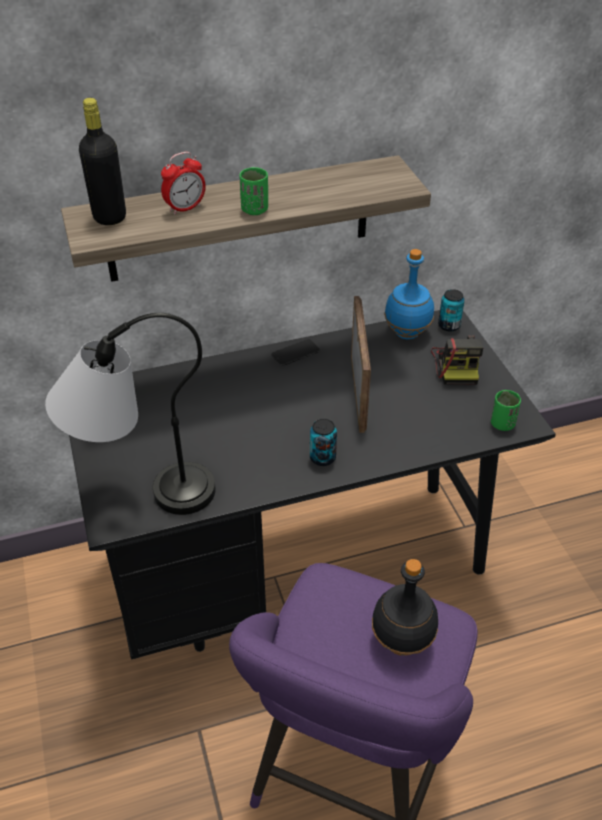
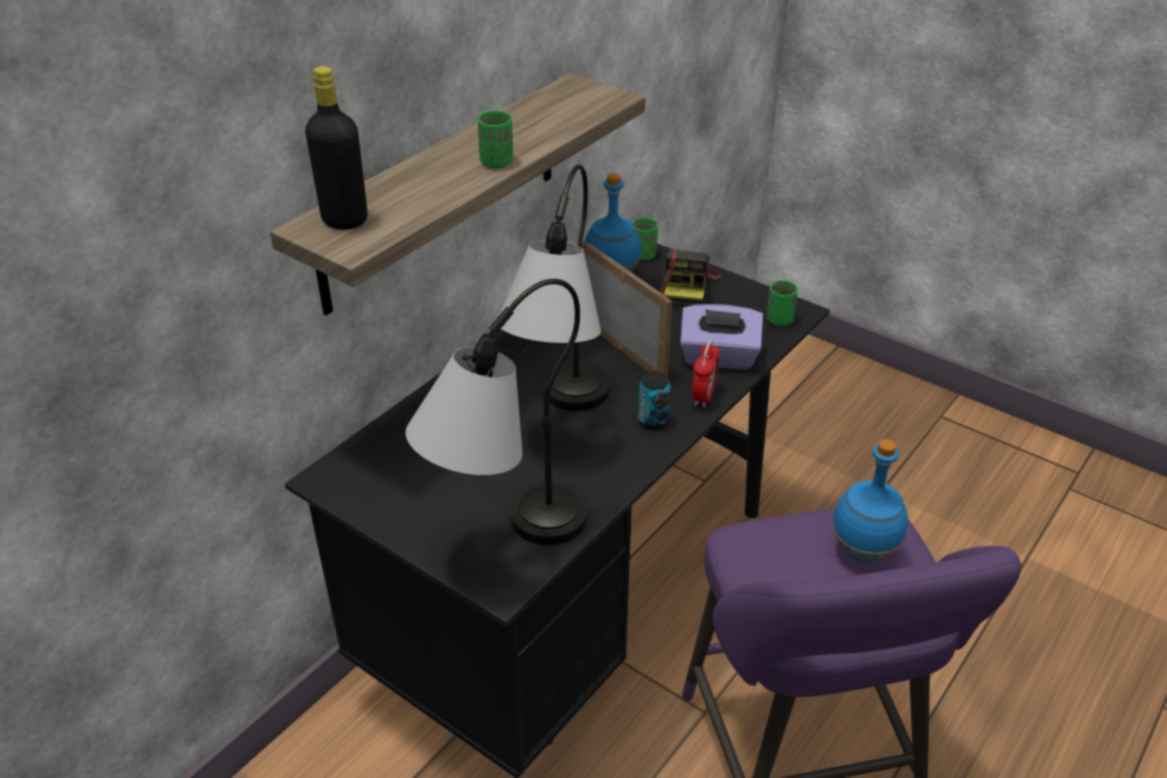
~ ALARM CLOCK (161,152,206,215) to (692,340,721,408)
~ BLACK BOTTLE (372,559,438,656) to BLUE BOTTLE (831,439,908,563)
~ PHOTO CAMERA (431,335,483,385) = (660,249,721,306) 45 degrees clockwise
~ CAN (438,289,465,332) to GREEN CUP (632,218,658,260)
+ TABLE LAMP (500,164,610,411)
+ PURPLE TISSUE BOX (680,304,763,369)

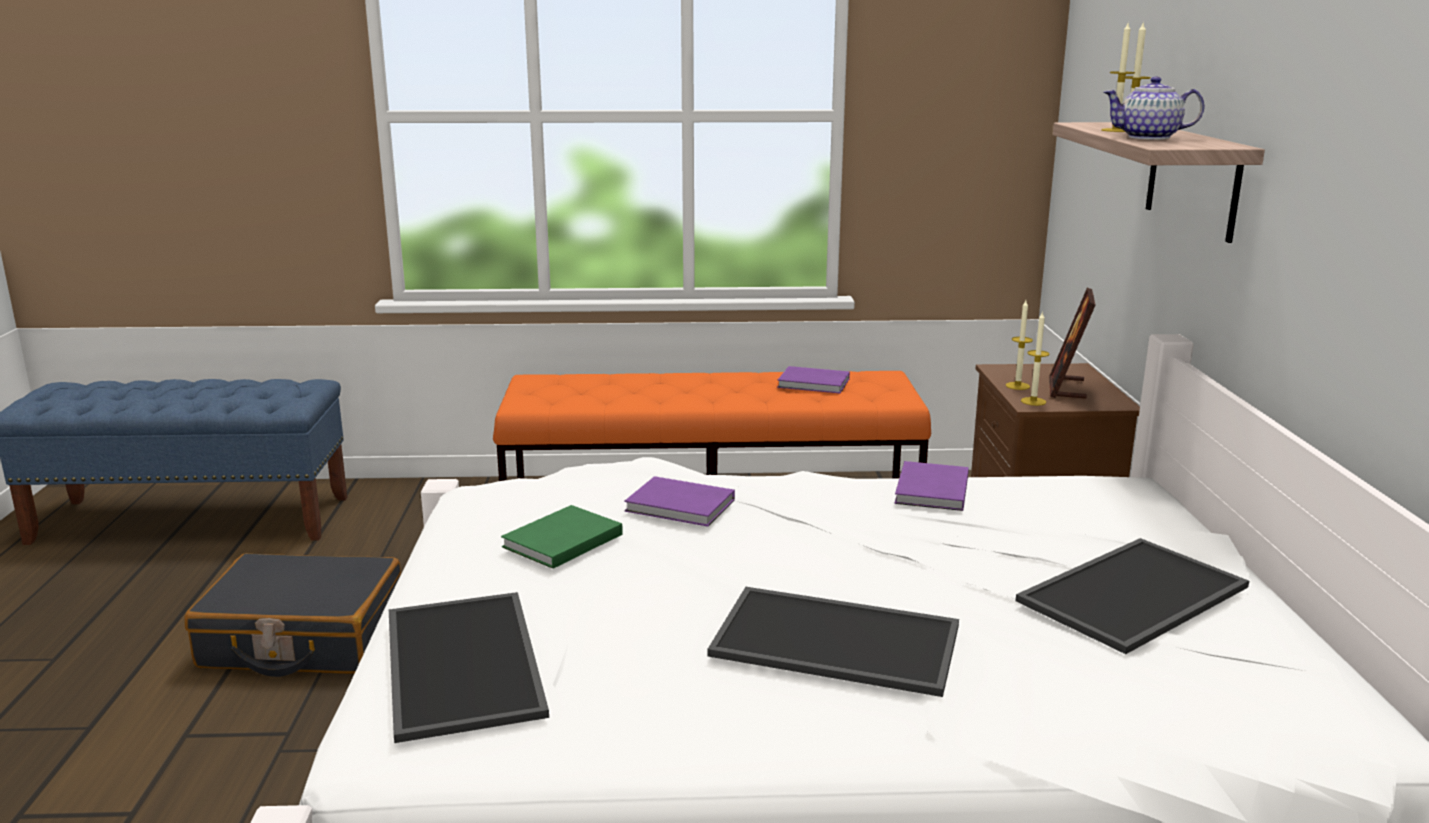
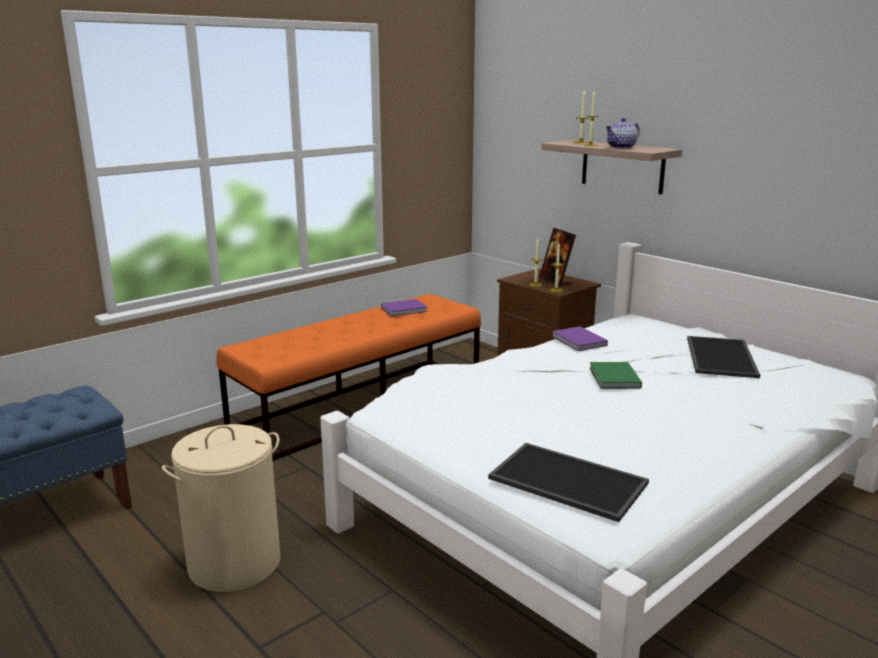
~ BLACK SUITCASE (184,553,401,677) to BEIGE LAUNDRY BASKET (162,424,281,592)
~ GREEN BOOK (501,505,623,569) to (590,362,642,389)
- PURPLE BOOK (624,476,735,527)
- TRAY (707,587,959,697)

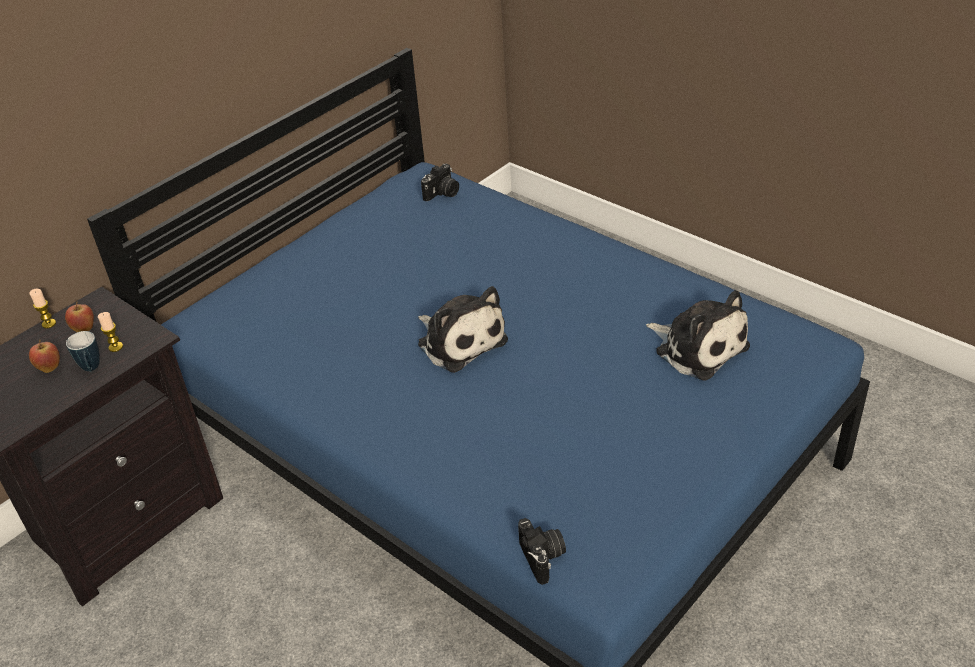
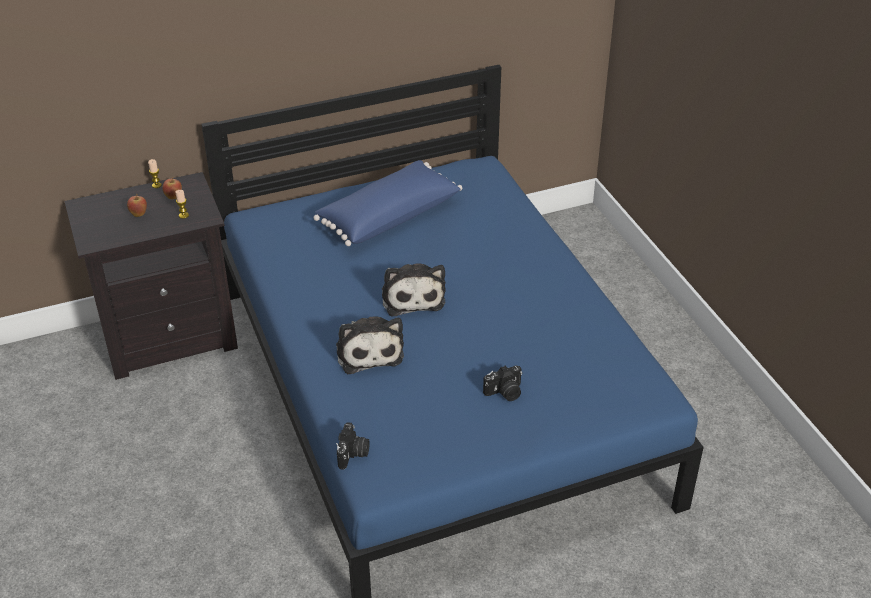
- MUG (66,331,100,372)
~ PHOTO CAMERA (421,164,459,201) to (483,365,523,401)
~ PLUSH TOY (646,290,750,381) to (336,316,404,374)
+ BLUE PILLOW (314,160,462,246)

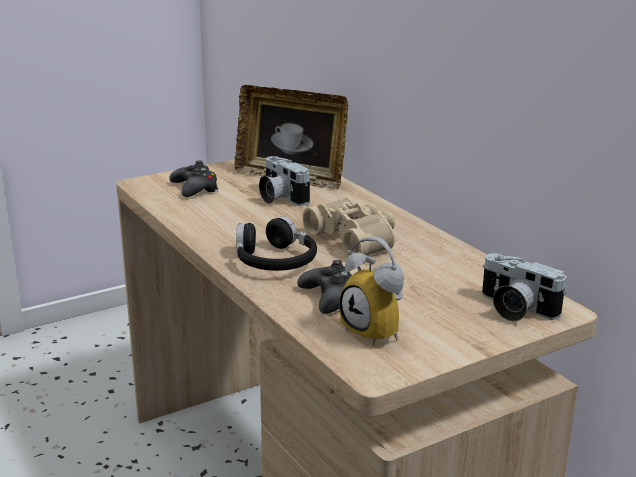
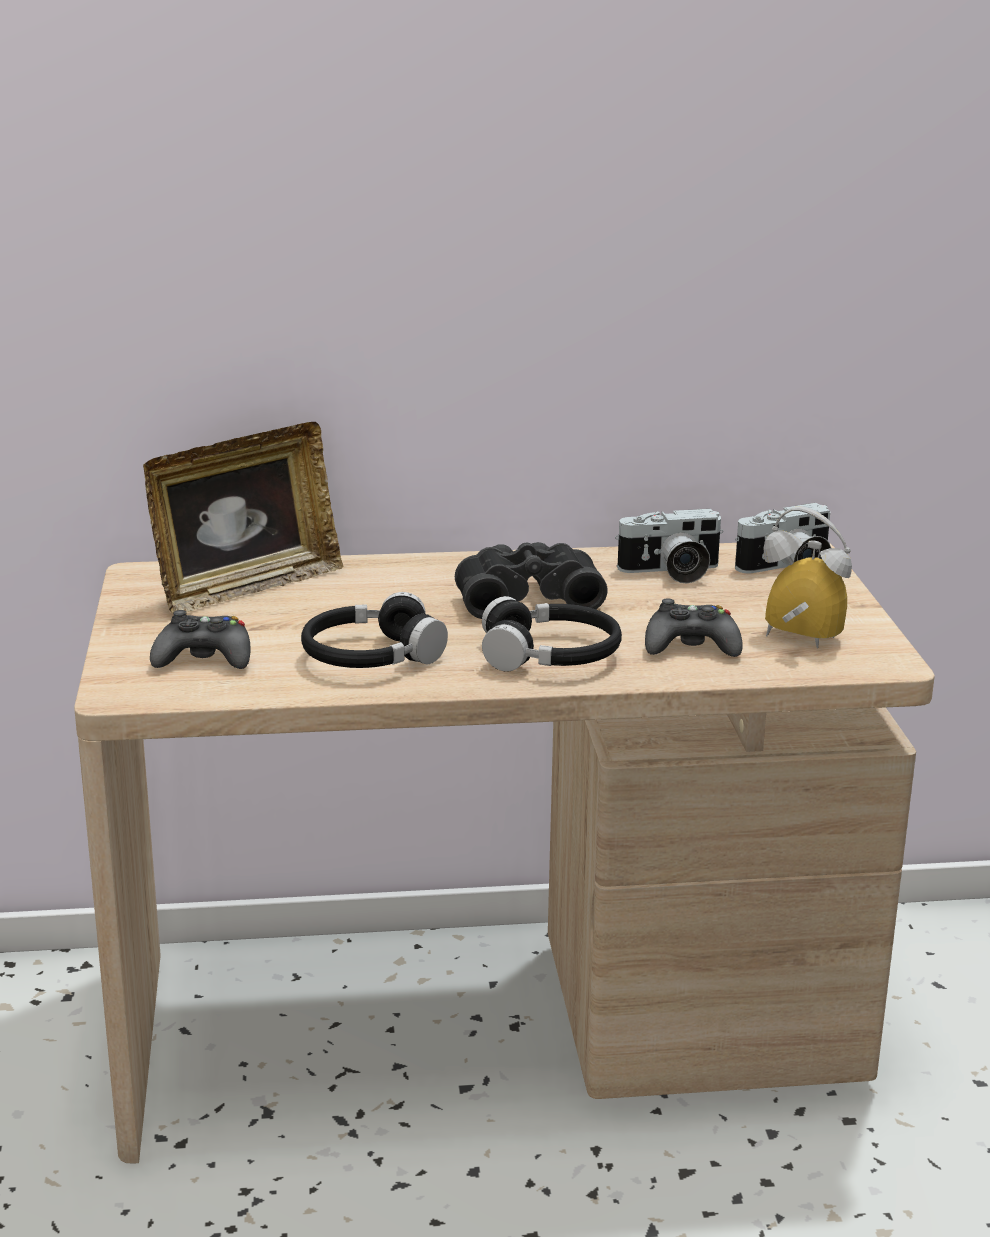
~ PHOTO CAMERA (259,156,310,206) to (615,509,723,583)
~ BEIGE BINOCULARS (302,198,395,257) to BLACK BINOCULARS (455,542,608,619)
~ ALARM CLOCK (339,236,404,346) = (764,506,852,649) 135 degrees counterclockwise
+ BLACK HEADPHONES (301,592,448,668)

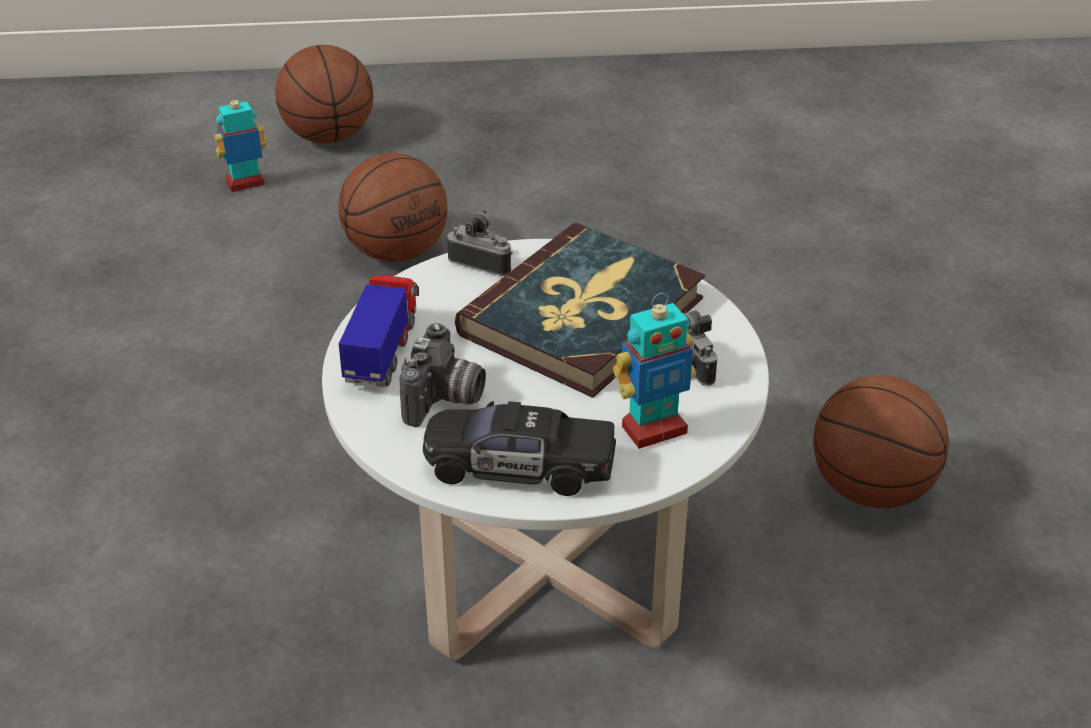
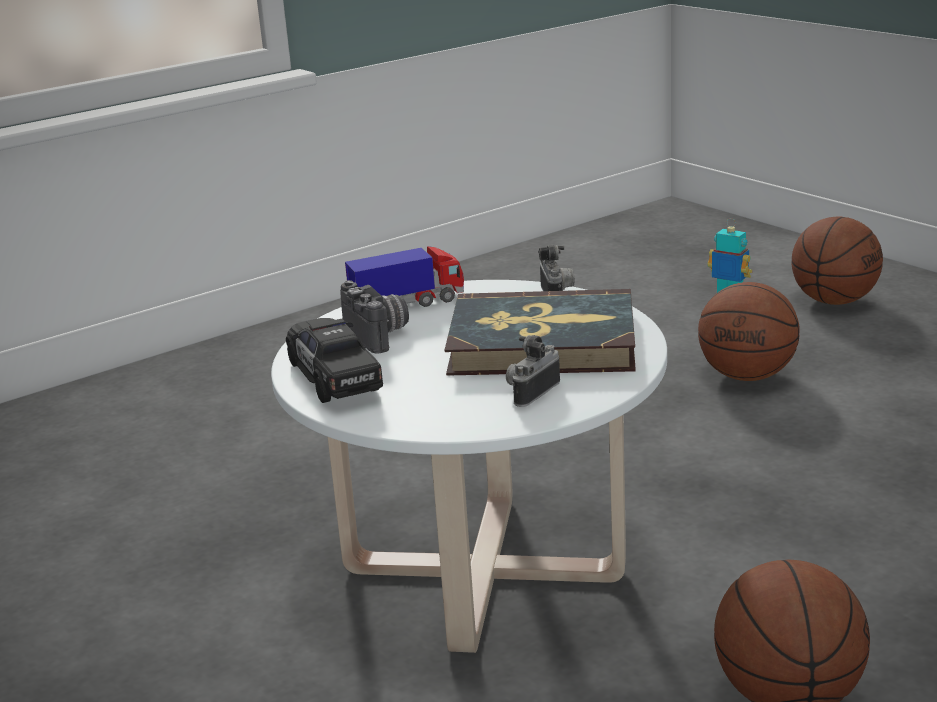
~ PHOTO CAMERA (400,323,486,427) = (340,280,409,353) 105 degrees counterclockwise
- TOY ROBOT (613,293,696,449)

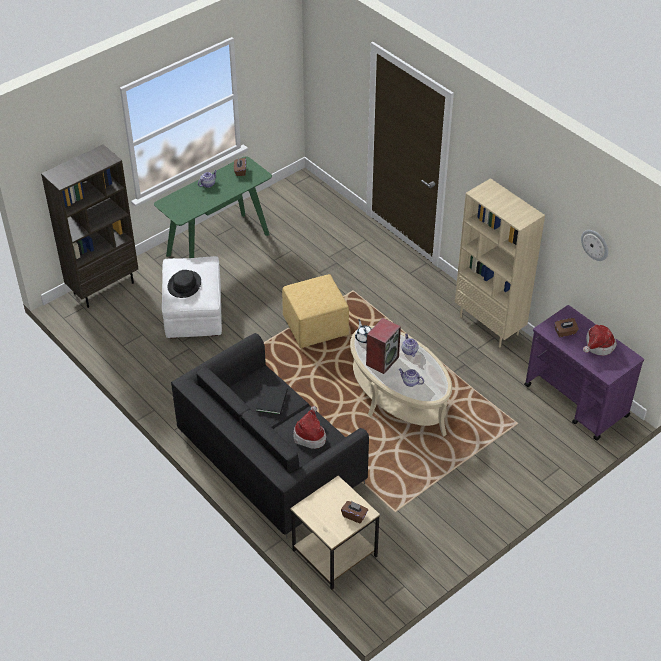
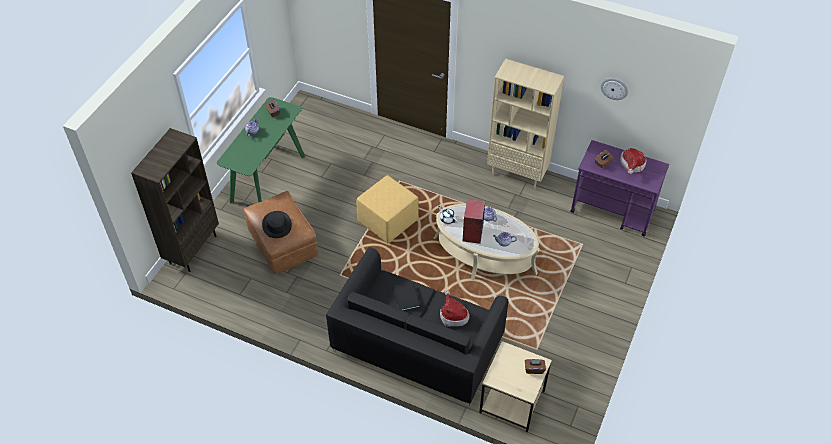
~ WHITE OTTOMAN (162,256,222,338) to BROWN OTTOMAN (244,191,318,274)

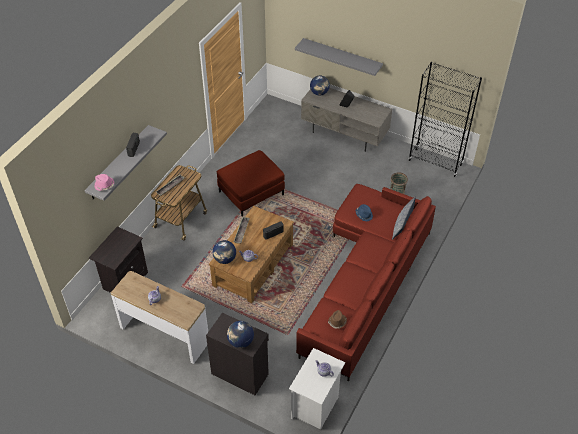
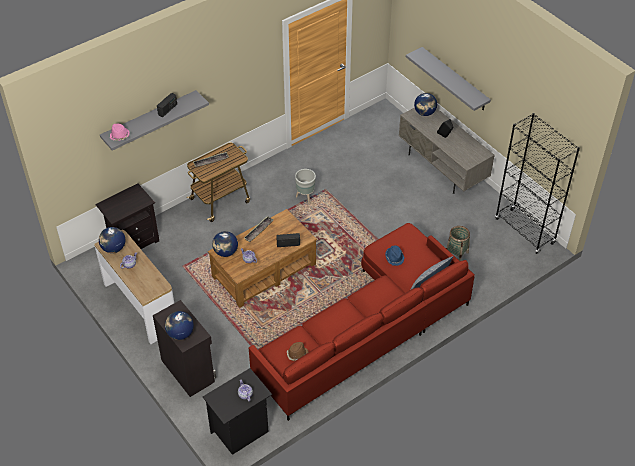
~ RED OTTOMAN (217,150,285,217) to GREY PLANTER (295,169,316,204)
~ WHITE NIGHTSTAND (289,348,345,430) to BLACK NIGHTSTAND (203,368,272,455)
+ GLOBE (99,227,125,253)

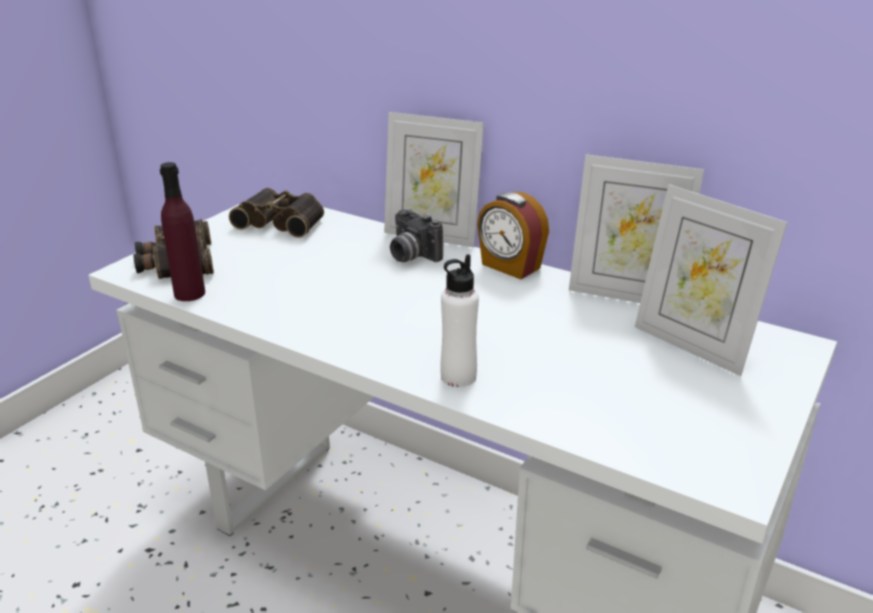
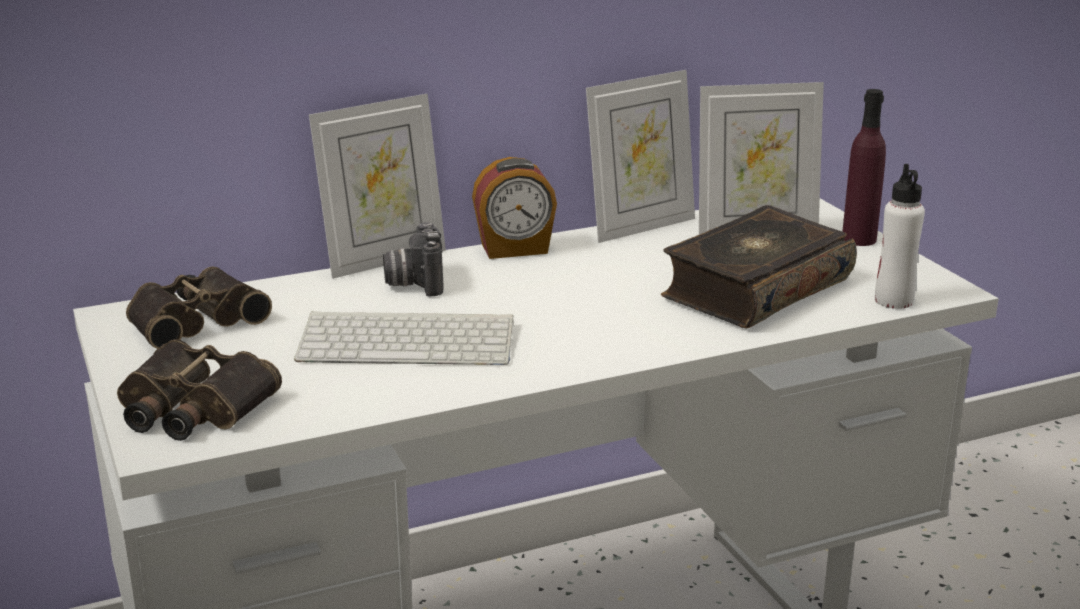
~ PURPLE BOTTLE (160,162,205,301) to (842,89,886,246)
~ PHOTO CAMERA (390,209,443,262) = (383,222,444,296) 90 degrees clockwise
~ WHITE BOTTLE (440,254,479,387) to (875,164,925,309)
+ KEYBOARD (294,311,514,365)
+ BOOK (660,205,857,329)

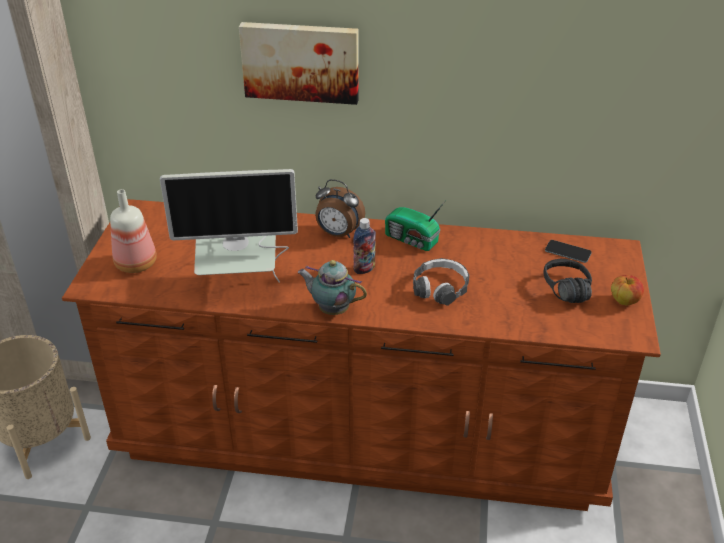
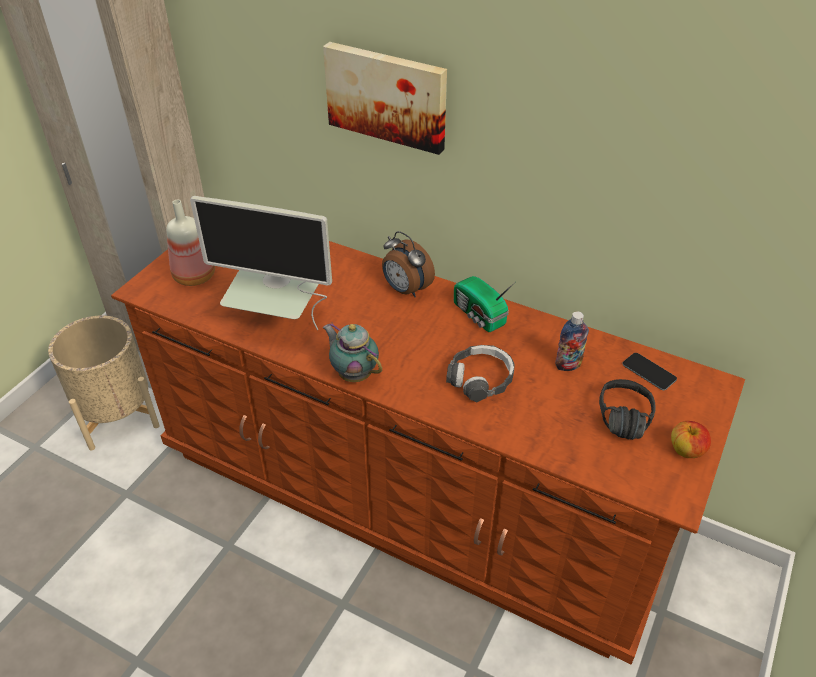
~ BOTTLE (353,218,376,274) to (555,311,589,371)

